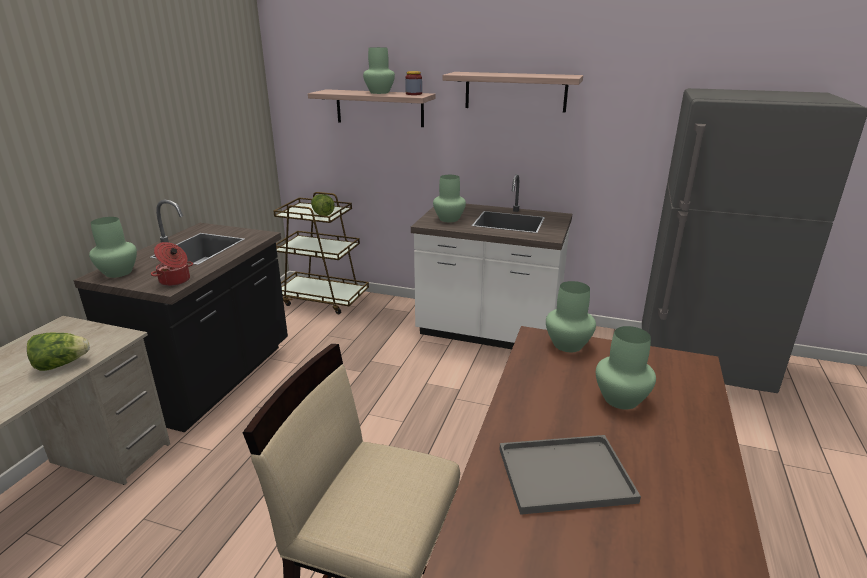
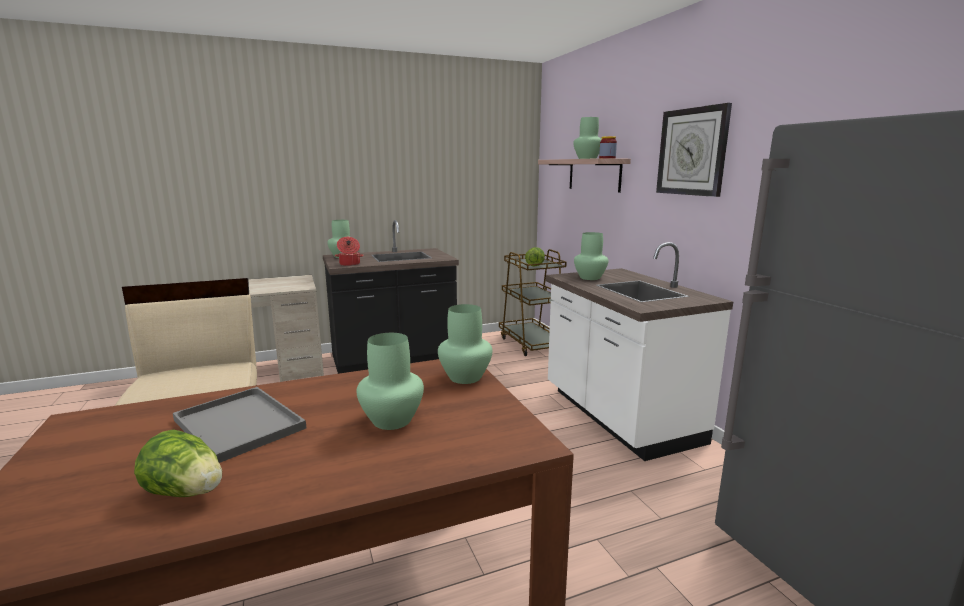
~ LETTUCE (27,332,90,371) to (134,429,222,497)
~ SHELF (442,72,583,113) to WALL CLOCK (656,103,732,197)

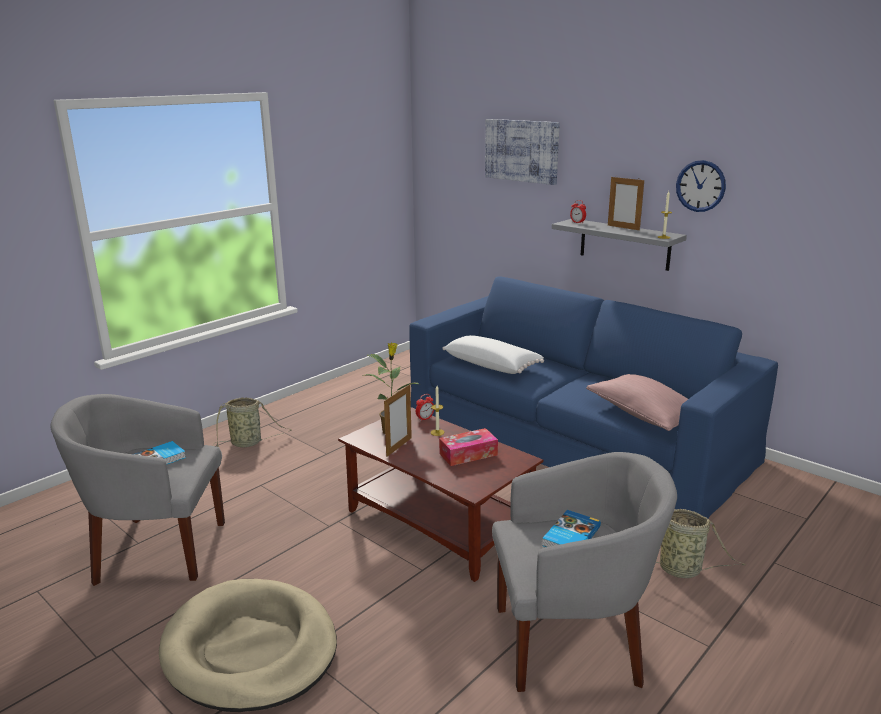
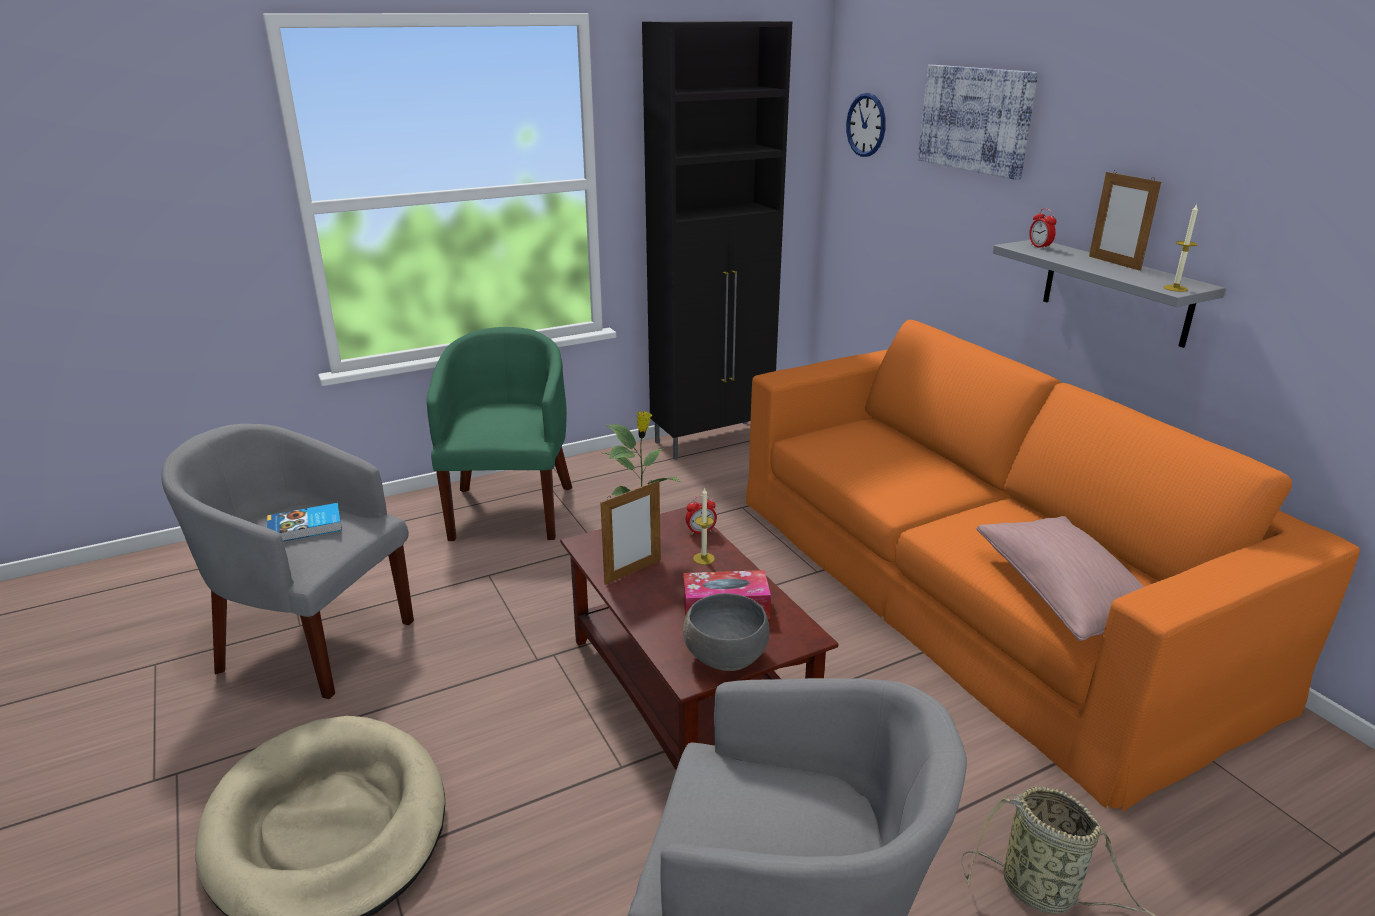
~ BASKET (215,397,292,448) to GREEN ARMCHAIR (427,327,572,541)
~ BLUE SOFA (409,276,778,518) to ORANGE SOFA (746,320,1360,812)
- WHITE PILLOW (442,335,544,374)
- BOOK (542,510,601,547)
~ WALL CLOCK (676,160,726,212) to (846,93,886,157)
+ BLACK CABINET (642,21,792,460)
+ GREY BOWL (683,593,770,671)

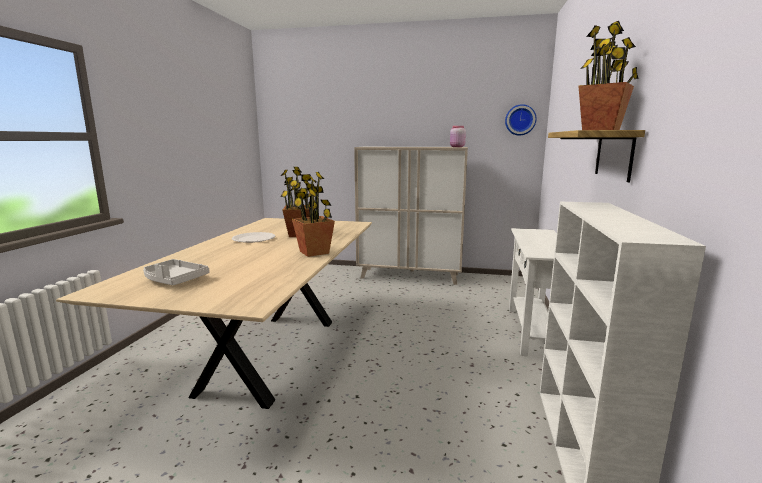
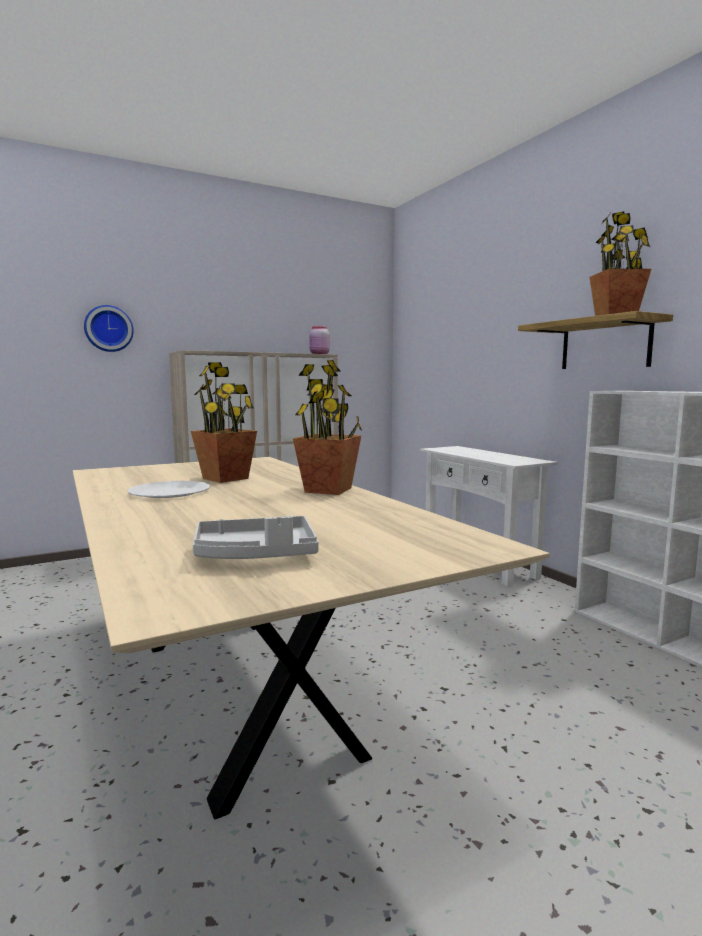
~ WALL CLOCK (505,104,536,136) to (84,305,134,352)

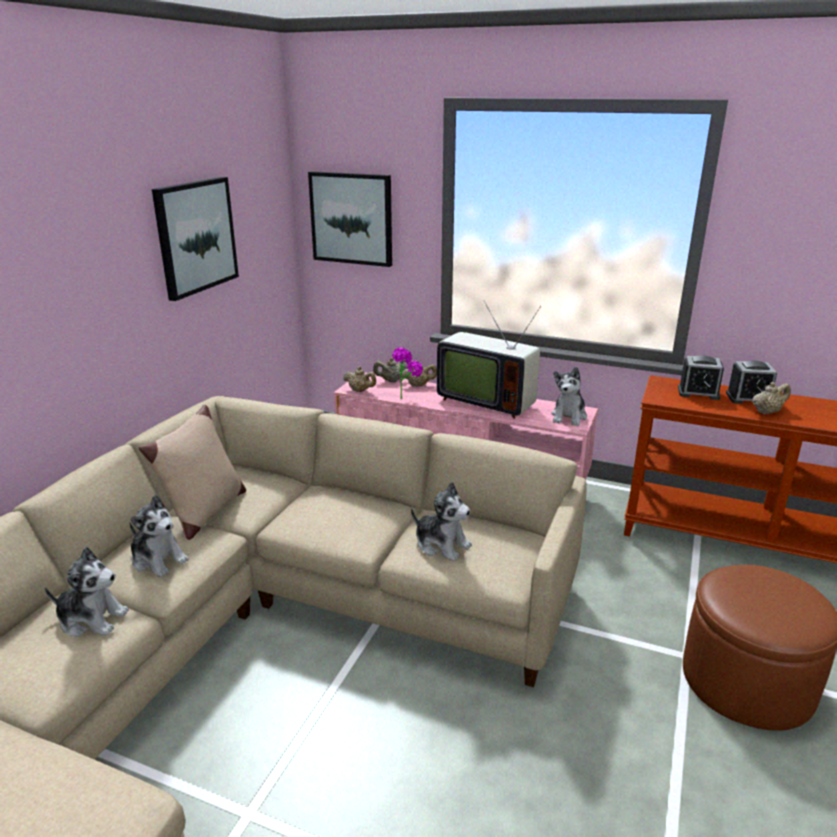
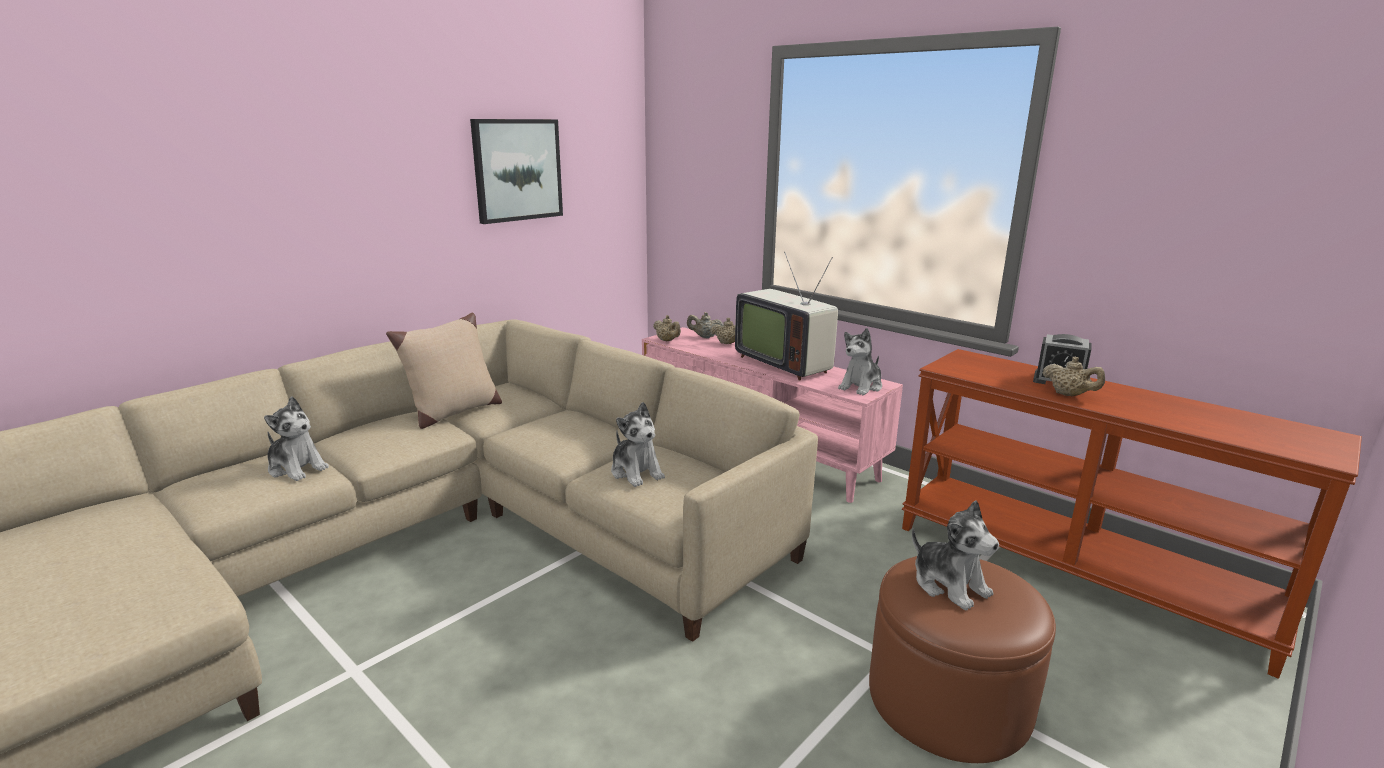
~ PLUSH TOY (129,495,189,577) to (912,500,999,610)
- PICTURE (308,171,392,267)
- POTTED PLANT (392,347,423,399)
- ALARM CLOCK (678,355,724,400)
~ BEIGE TEAPOT (752,382,791,415) = (1043,357,1105,396) 45 degrees clockwise

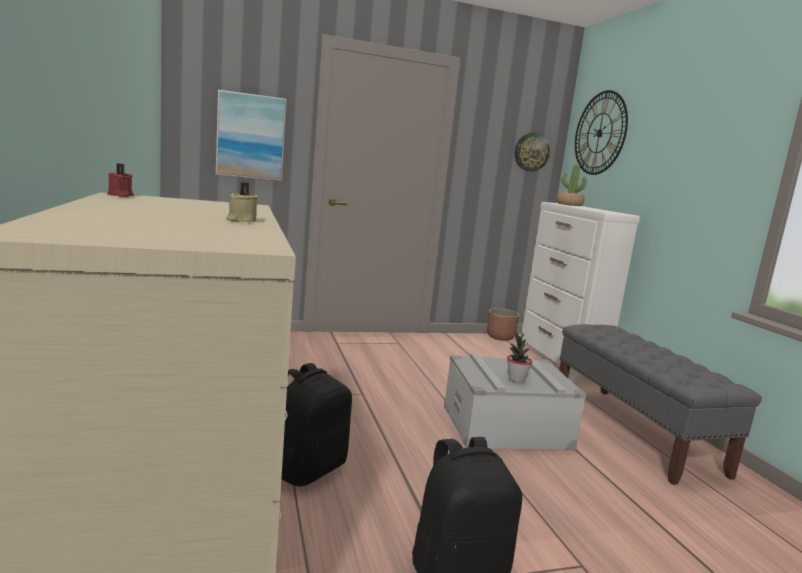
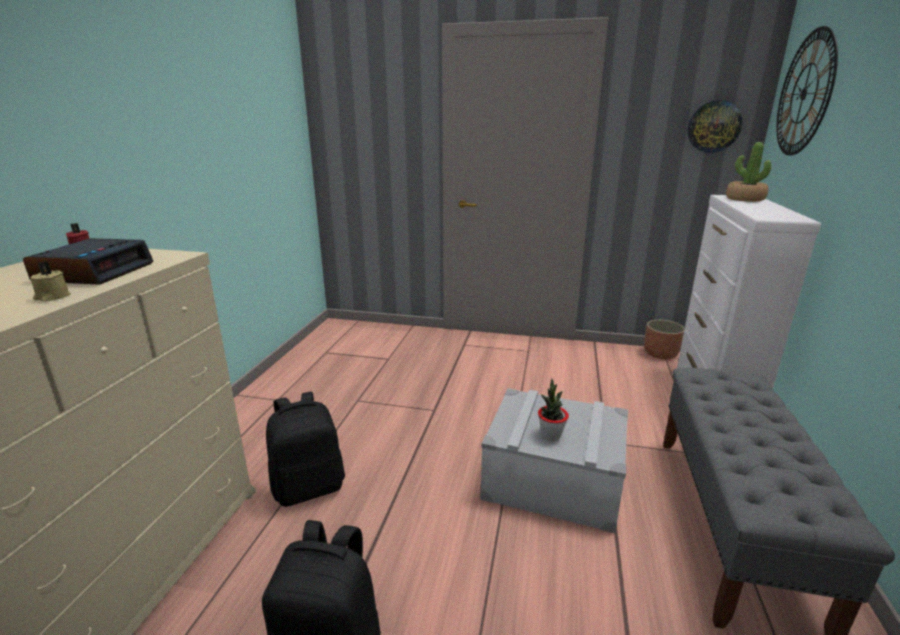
- PICTURE (216,90,287,181)
+ ALARM CLOCK (23,238,153,285)

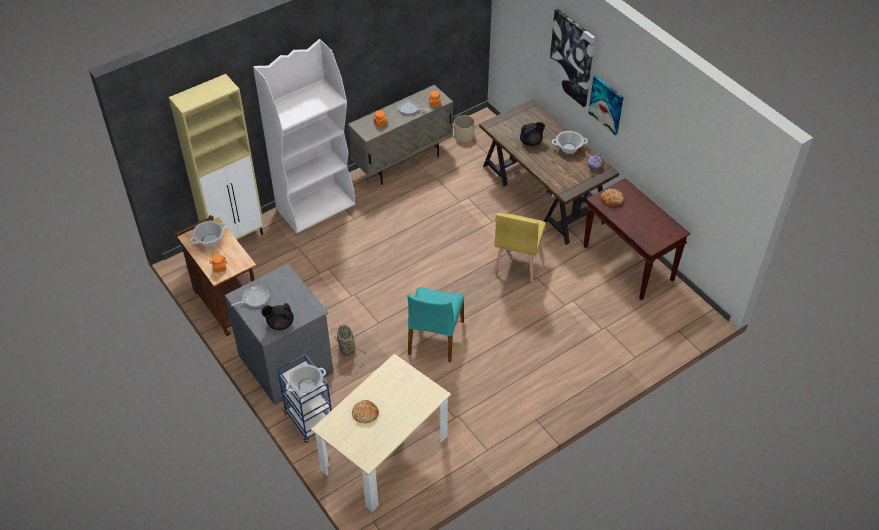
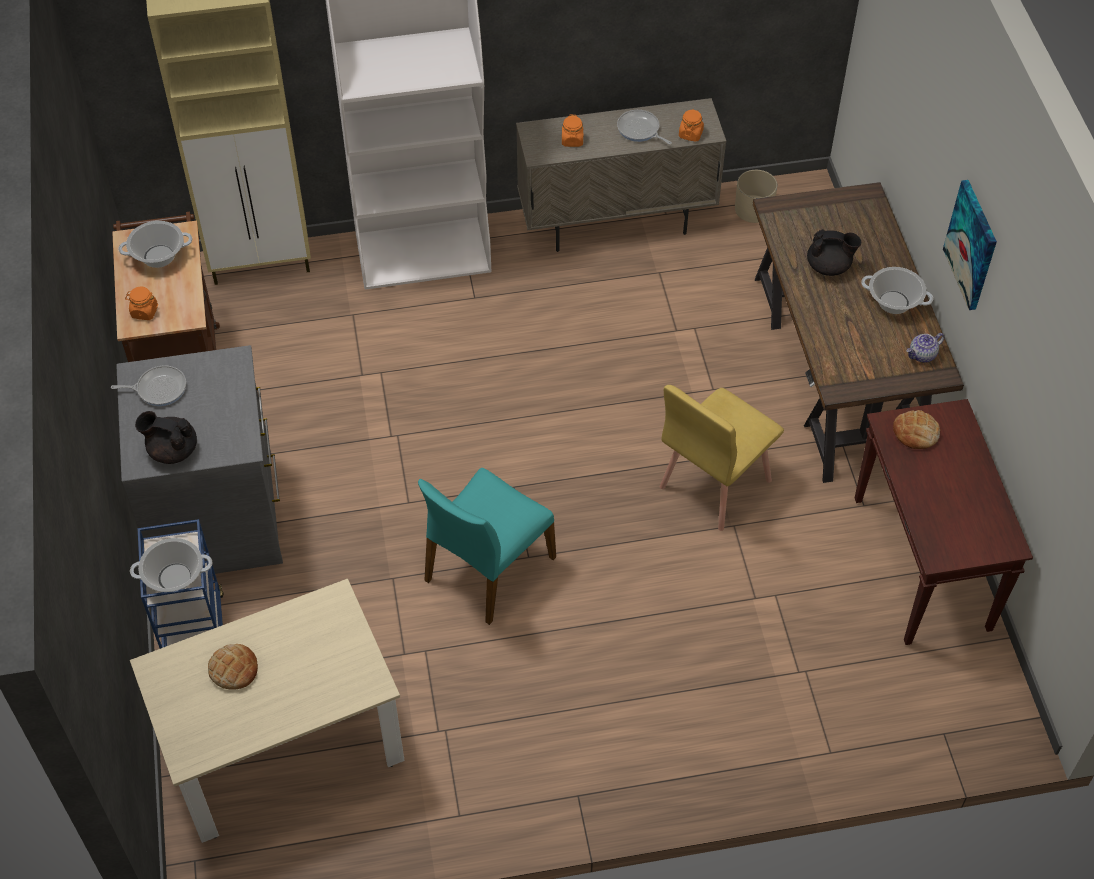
- BASKET (331,325,366,363)
- PICTURE (548,8,595,107)

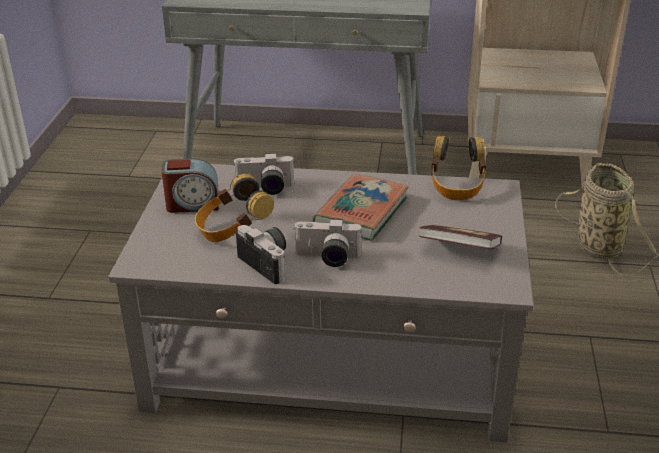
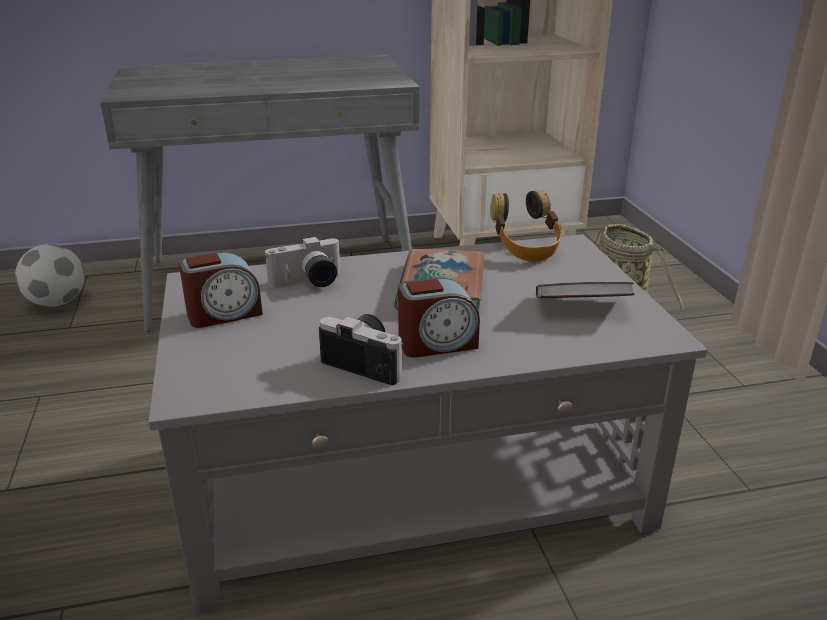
- HEADPHONES (195,174,274,242)
~ PHOTO CAMERA (293,218,363,267) to ALARM CLOCK (398,278,480,358)
+ FOOTBALL (15,244,85,307)

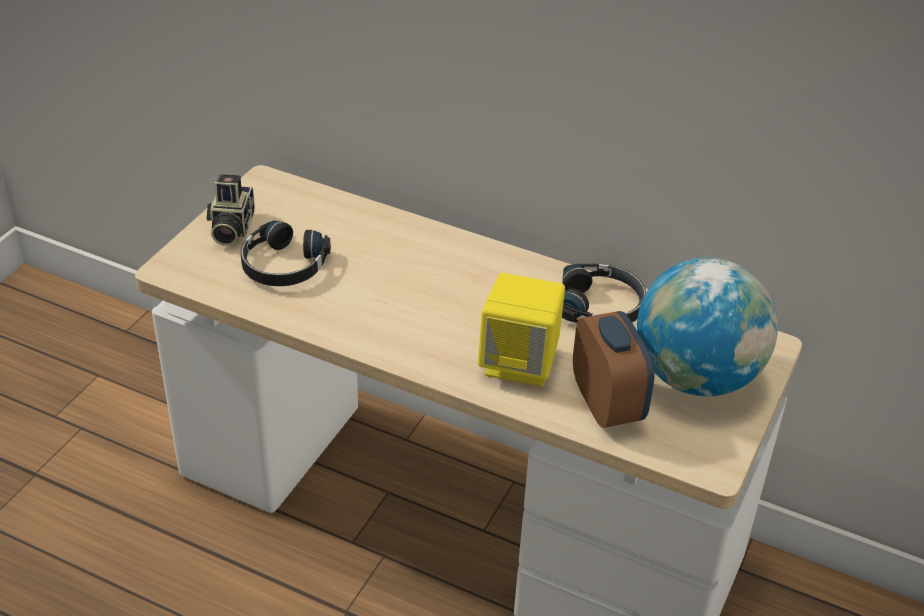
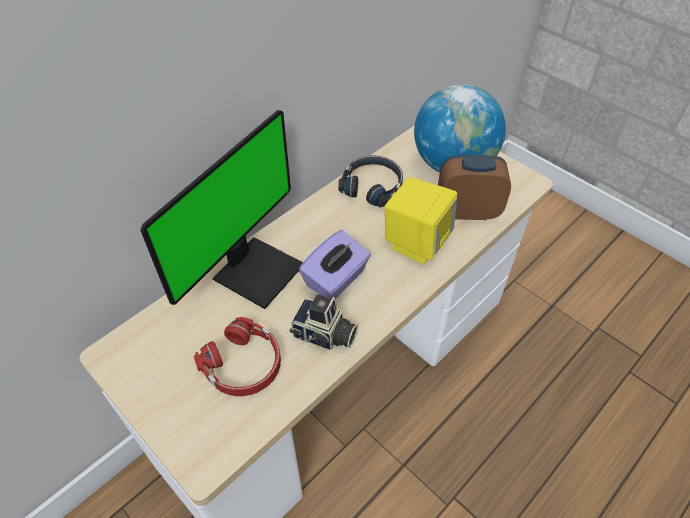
~ PHOTO CAMERA (207,174,255,245) to (289,294,358,350)
~ BLACK HEADPHONES (241,220,331,286) to RED HEADPHONES (194,317,281,396)
+ MONITOR (140,110,303,309)
+ PURPLE TISSUE BOX (299,230,371,299)

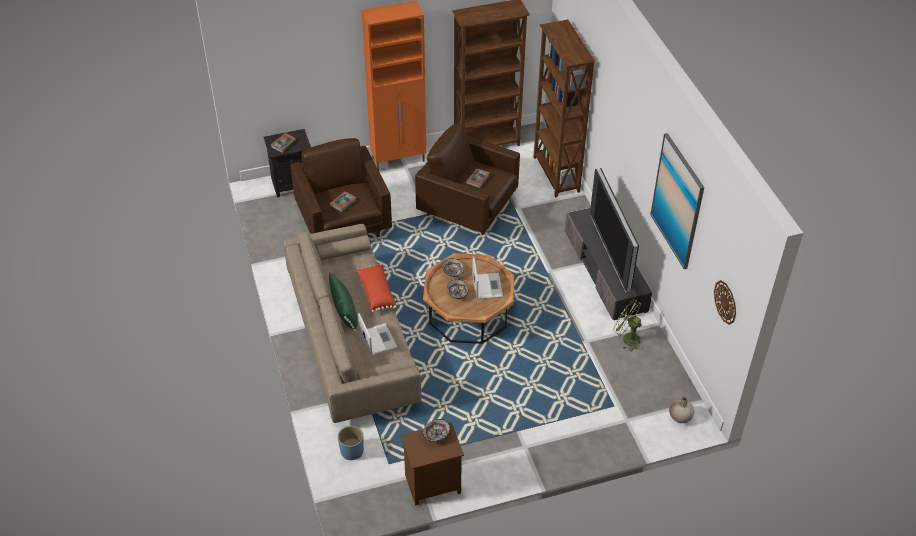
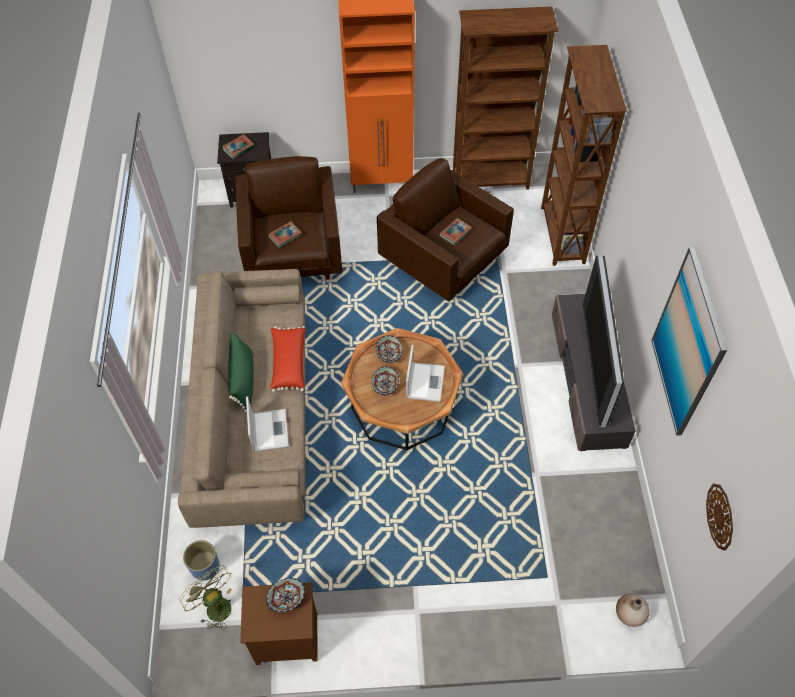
~ GREEN FAN (613,299,642,351) to (179,565,232,630)

